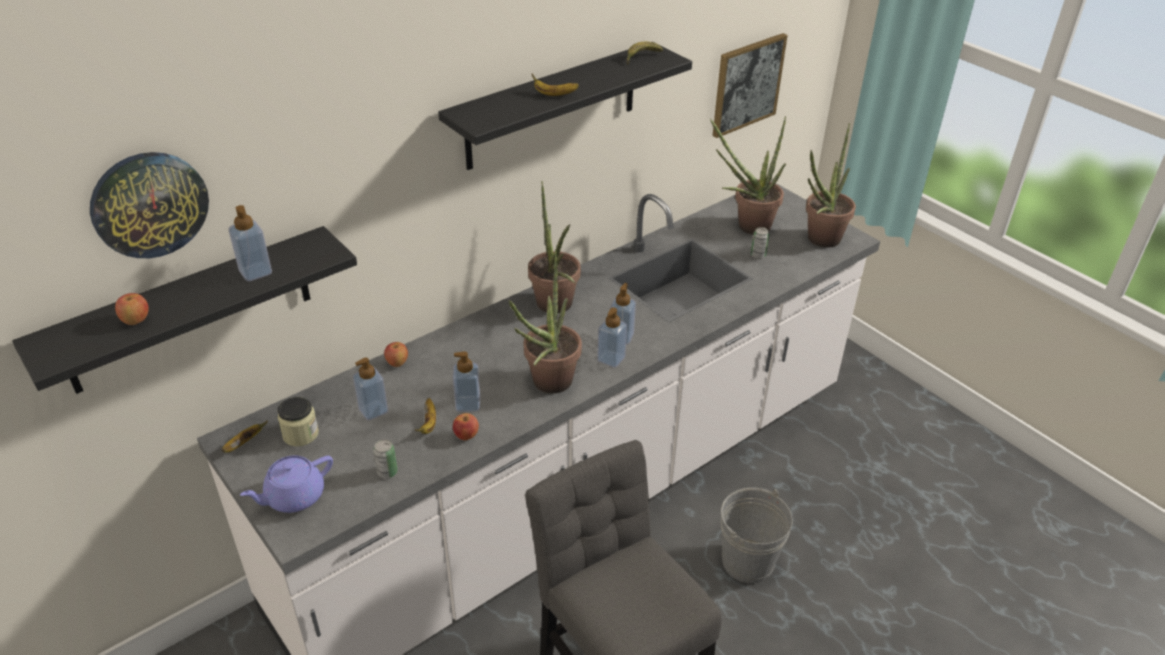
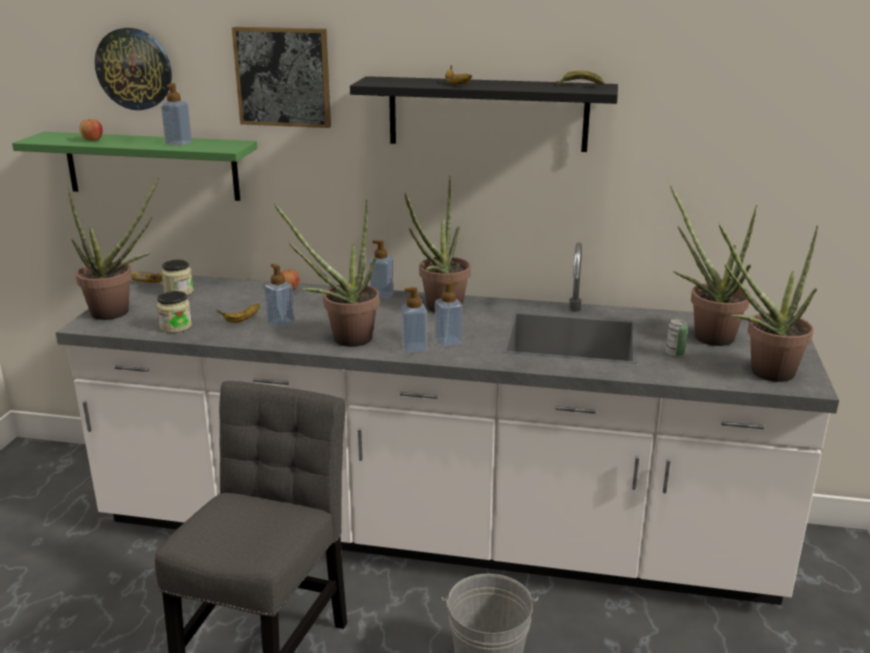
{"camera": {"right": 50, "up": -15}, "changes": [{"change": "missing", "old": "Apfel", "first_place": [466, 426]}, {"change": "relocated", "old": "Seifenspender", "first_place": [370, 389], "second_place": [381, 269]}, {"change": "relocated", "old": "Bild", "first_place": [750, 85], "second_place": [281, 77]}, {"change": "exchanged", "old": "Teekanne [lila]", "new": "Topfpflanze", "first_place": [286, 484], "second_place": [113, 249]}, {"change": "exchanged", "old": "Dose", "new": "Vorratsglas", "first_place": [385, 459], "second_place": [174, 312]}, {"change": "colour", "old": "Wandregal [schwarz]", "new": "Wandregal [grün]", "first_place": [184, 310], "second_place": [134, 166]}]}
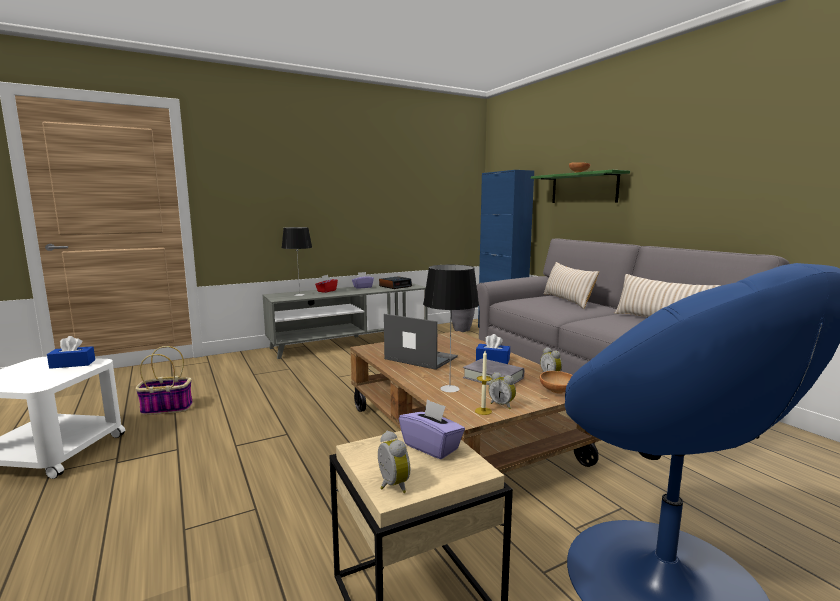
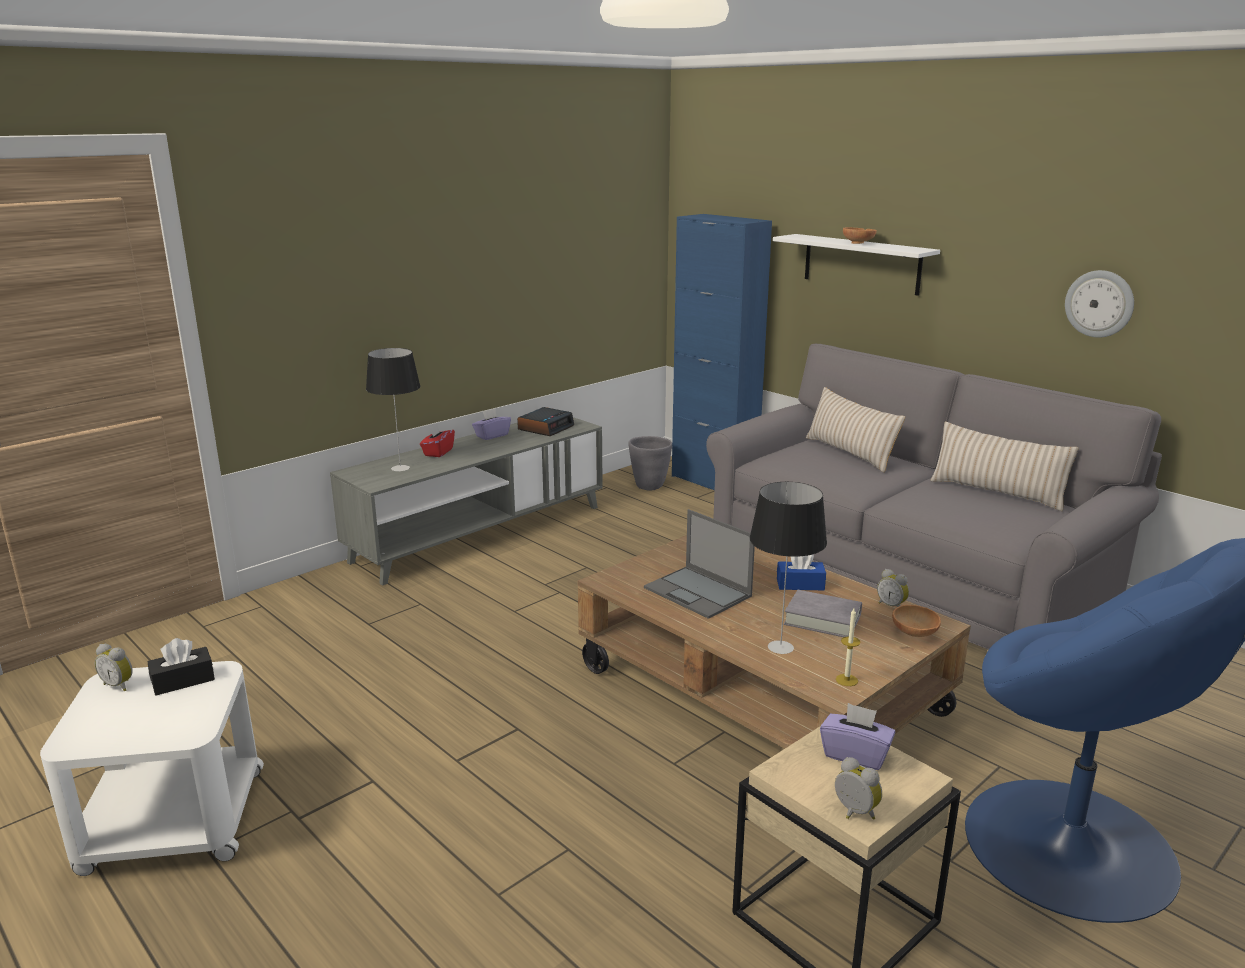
{"camera": {"right": -15, "up": 10}, "changes": [{"change": "missing", "old": "Korb", "first_place": [164, 380]}, {"change": "appeared", "new": "Wanduhr", "second_place": [1099, 304]}, {"change": "relocated", "old": "Wecker", "first_place": [502, 390], "second_place": [114, 667]}, {"change": "colour", "old": "Taschentuchbox [blau]", "new": "Taschentuchbox [schwarz]", "first_place": [71, 352], "second_place": [181, 666]}, {"change": "colour", "old": "Wandregal [grün]", "new": "Wandregal [weiß]", "first_place": [580, 186], "second_place": [856, 265]}, {"change": "spun", "old": "Laptop", "first_place": [421, 342], "second_place": [699, 564], "degrees": -150}]}
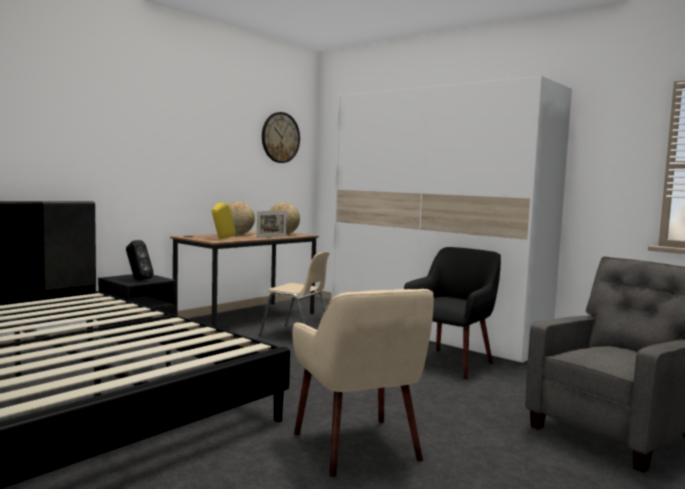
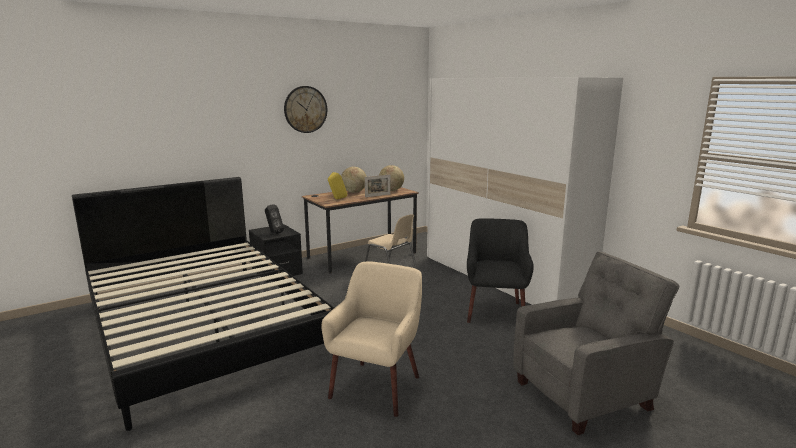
{"camera": {"right": 15, "up": 10}, "changes": [{"change": "relocated", "old": "Wanduhr", "first_place": [281, 137], "second_place": [305, 109]}, {"change": "spun", "old": "Sessel [beige]", "first_place": [363, 383], "second_place": [371, 339], "degrees": -150}, {"change": "spun", "old": "Sessel [schwarz]", "first_place": [452, 313], "second_place": [500, 270], "degrees": -45}]}
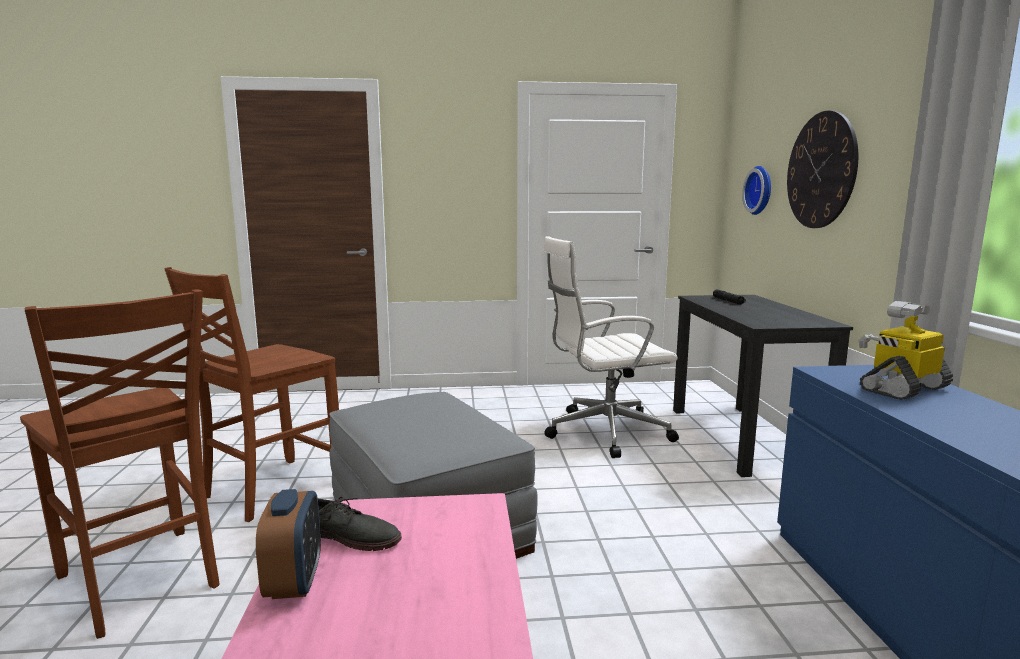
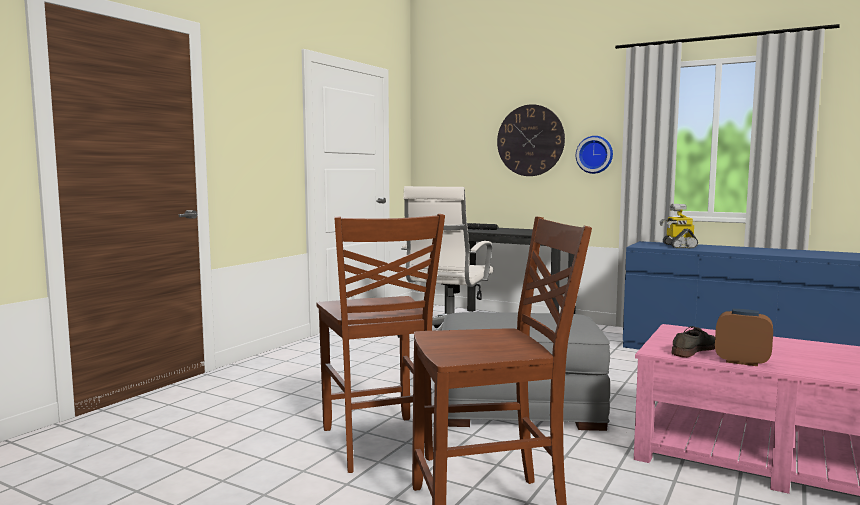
{"camera": {"right": -55, "up": -5}, "changes": [{"change": "relocated", "old": "Wanduhr", "first_place": [756, 190], "second_place": [594, 155]}]}
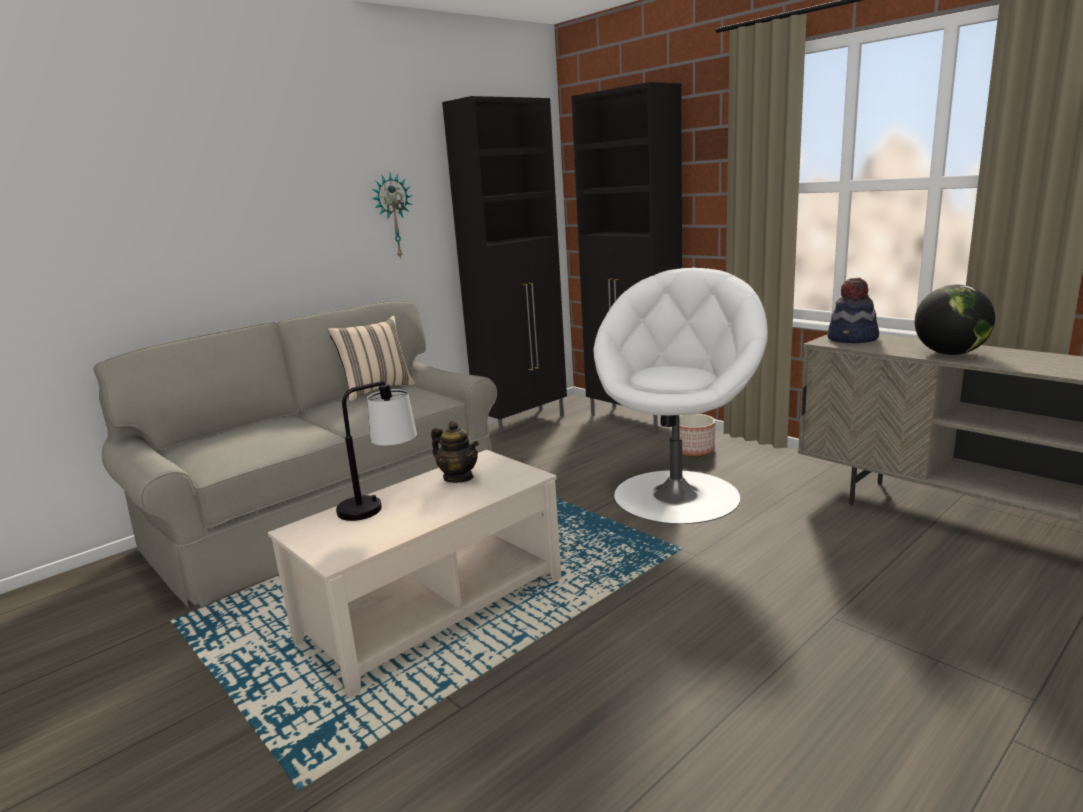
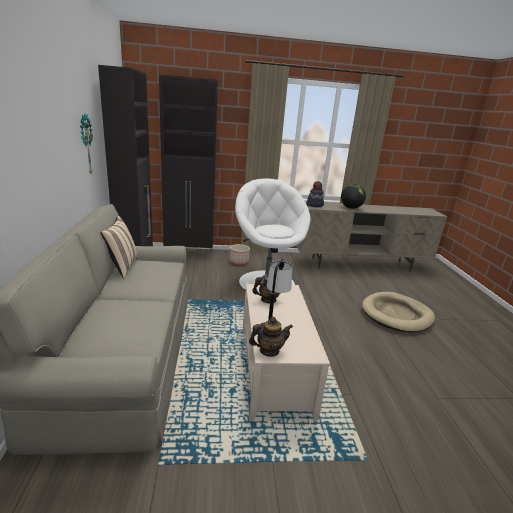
{"camera": {"right": -55, "up": 5}, "changes": [{"change": "appeared", "new": "Teekanne", "second_place": [271, 337]}, {"change": "appeared", "new": "Hundebett [beige]", "second_place": [398, 312]}]}
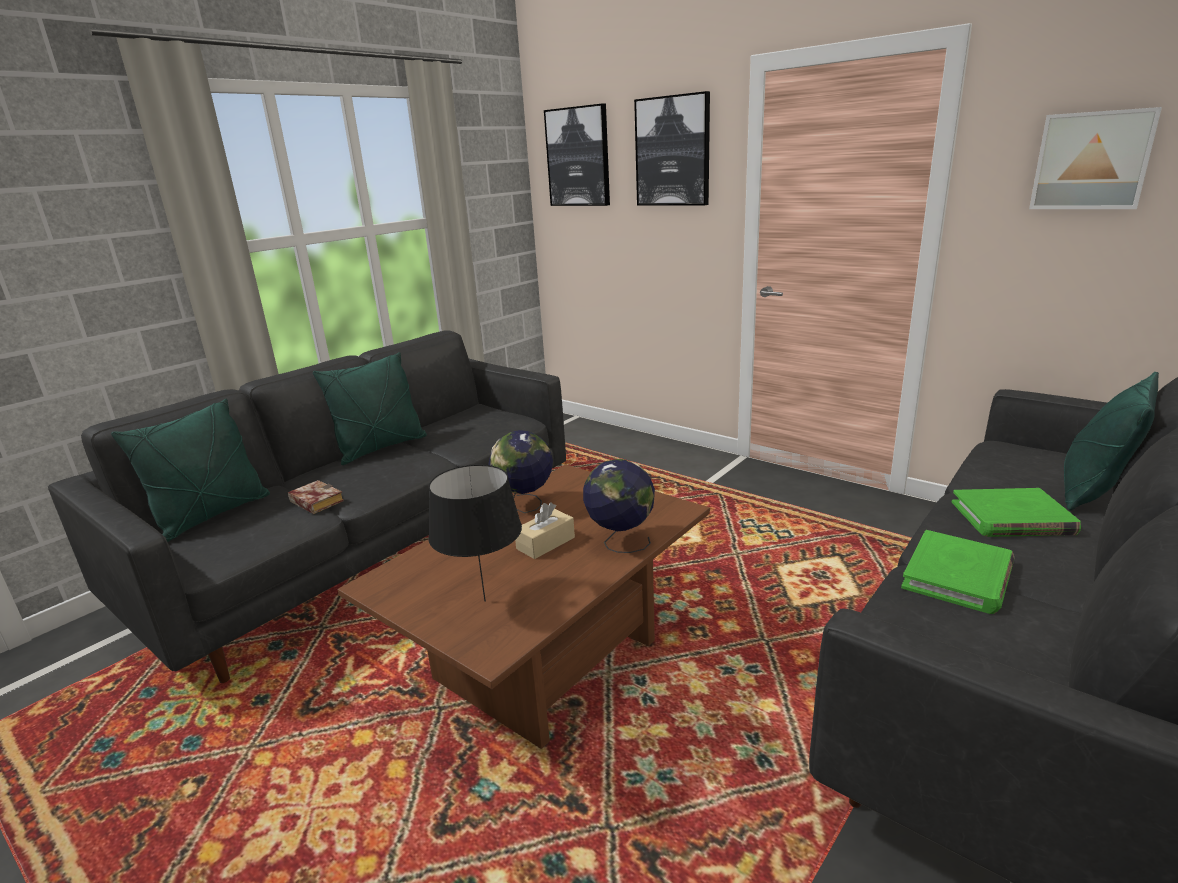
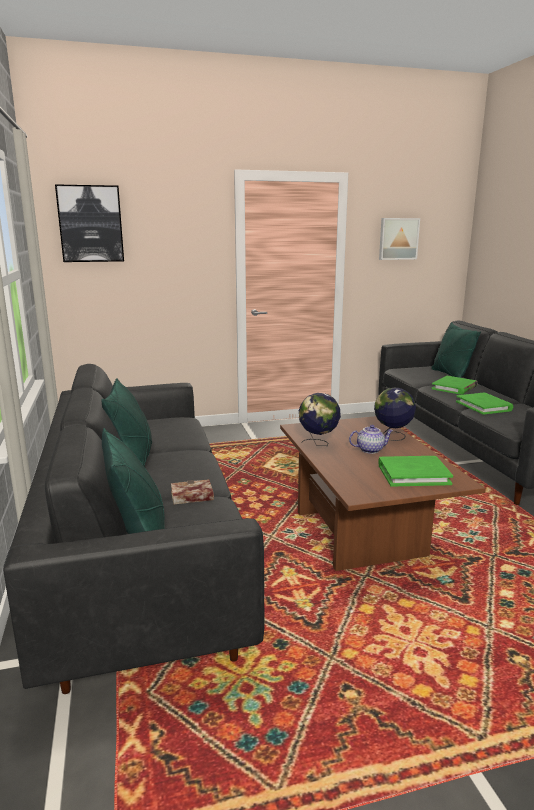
{"camera": {"right": -55, "up": -5}, "changes": [{"change": "missing", "old": "Bild", "first_place": [672, 148]}, {"change": "exchanged", "old": "Tischlampe [schwarz]", "new": "Buch [grün]", "first_place": [475, 533], "second_place": [415, 471]}, {"change": "exchanged", "old": "Taschentuchbox [beige]", "new": "Teekanne", "first_place": [545, 531], "second_place": [371, 439]}]}
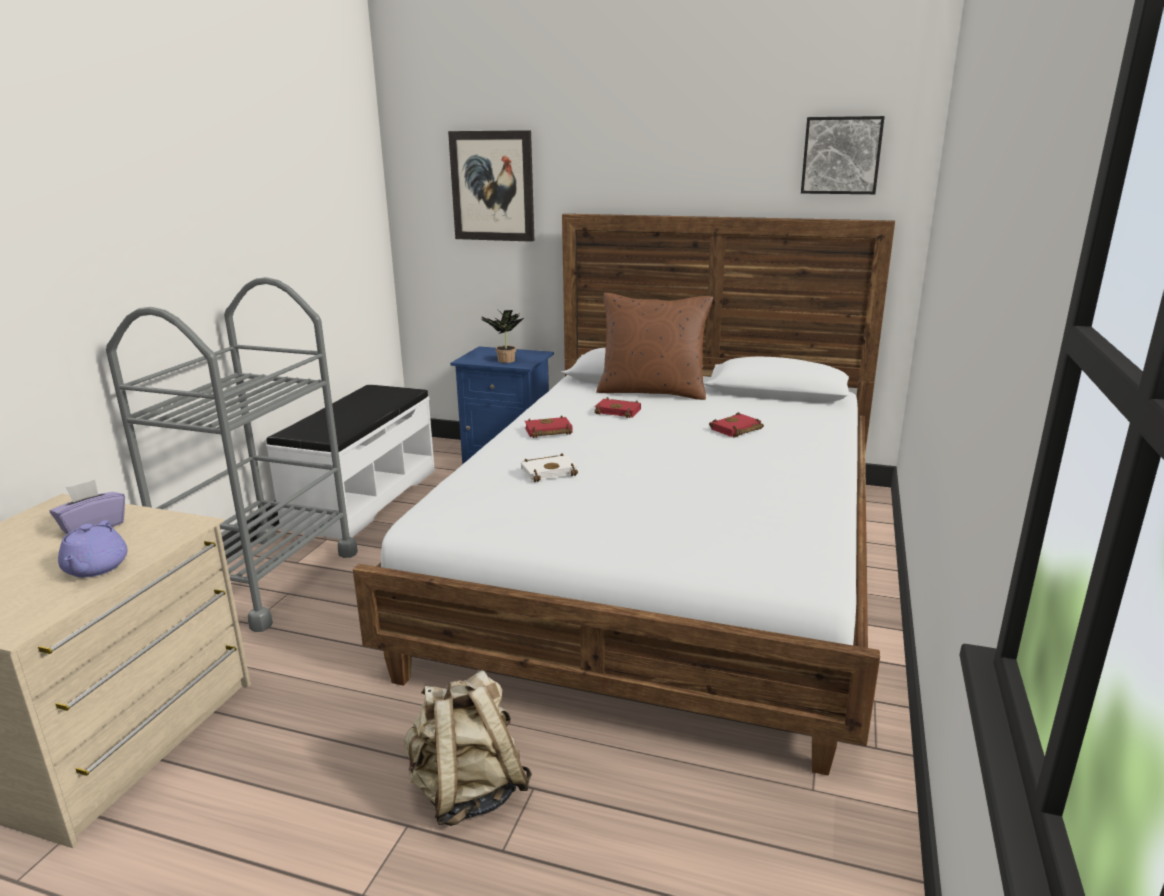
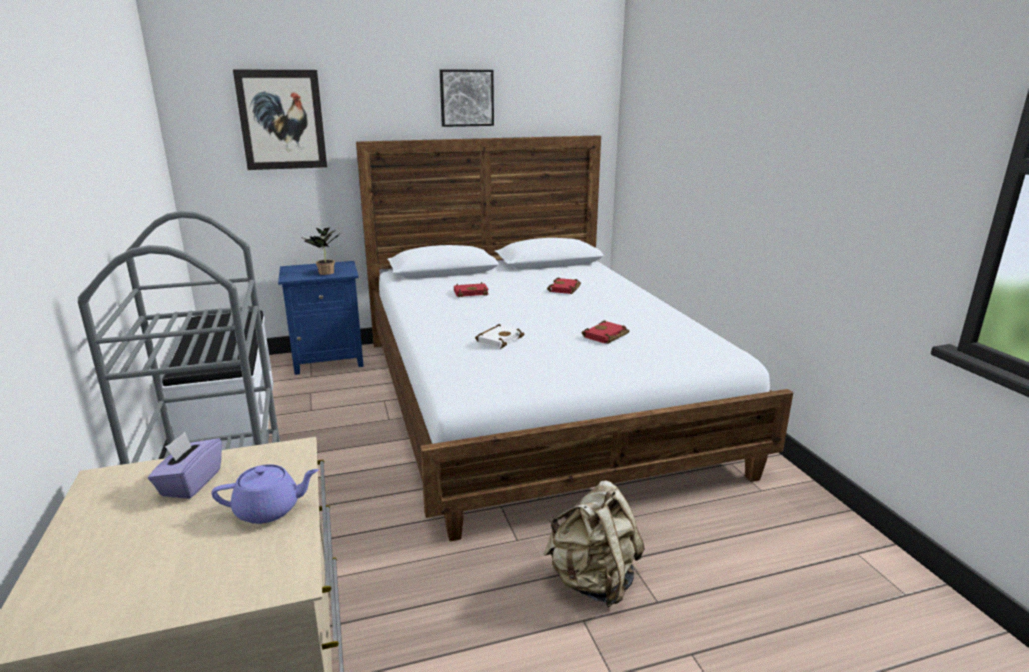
{"camera": {"right": -35, "up": 0}, "changes": [{"change": "missing", "old": "Kissen [braun]", "first_place": [654, 346]}, {"change": "relocated", "old": "Buch [rot]", "first_place": [548, 426], "second_place": [605, 332]}, {"change": "relocated", "old": "Bild", "first_place": [843, 155], "second_place": [467, 98]}, {"change": "spun", "old": "Teekanne [lila]", "first_place": [93, 548], "second_place": [265, 494], "degrees": -60}]}
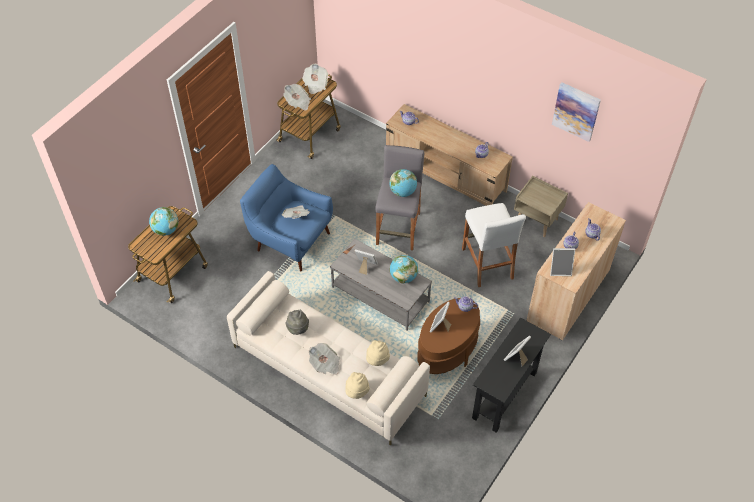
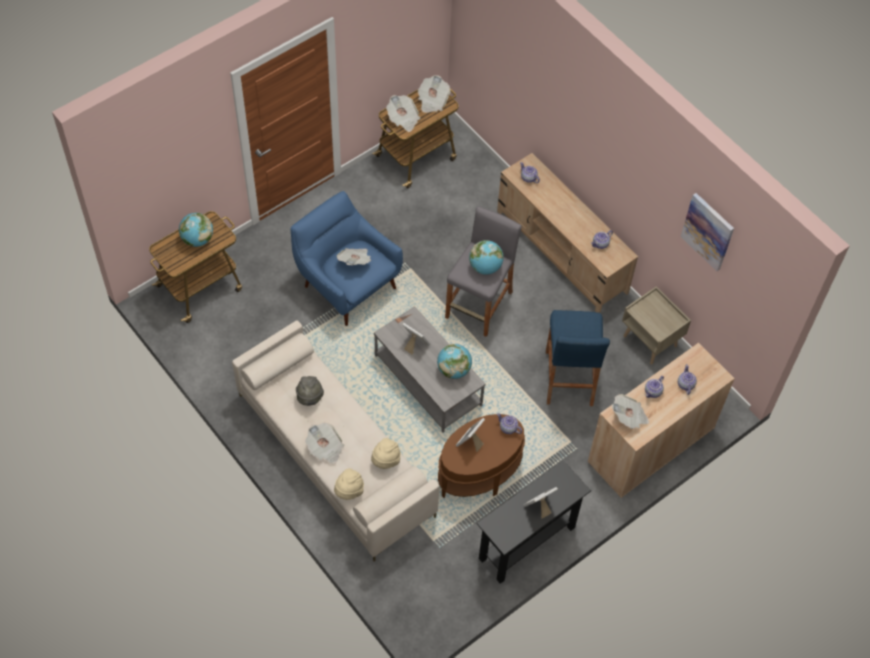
{"camera": {"right": 15, "up": 5}, "changes": [{"change": "exchanged", "old": "Bilderrahmen", "new": "Zeitung", "first_place": [562, 262], "second_place": [630, 411]}, {"change": "colour", "old": "Hocker [weiß]", "new": "Hocker [blau]", "first_place": [494, 245], "second_place": [578, 358]}]}
